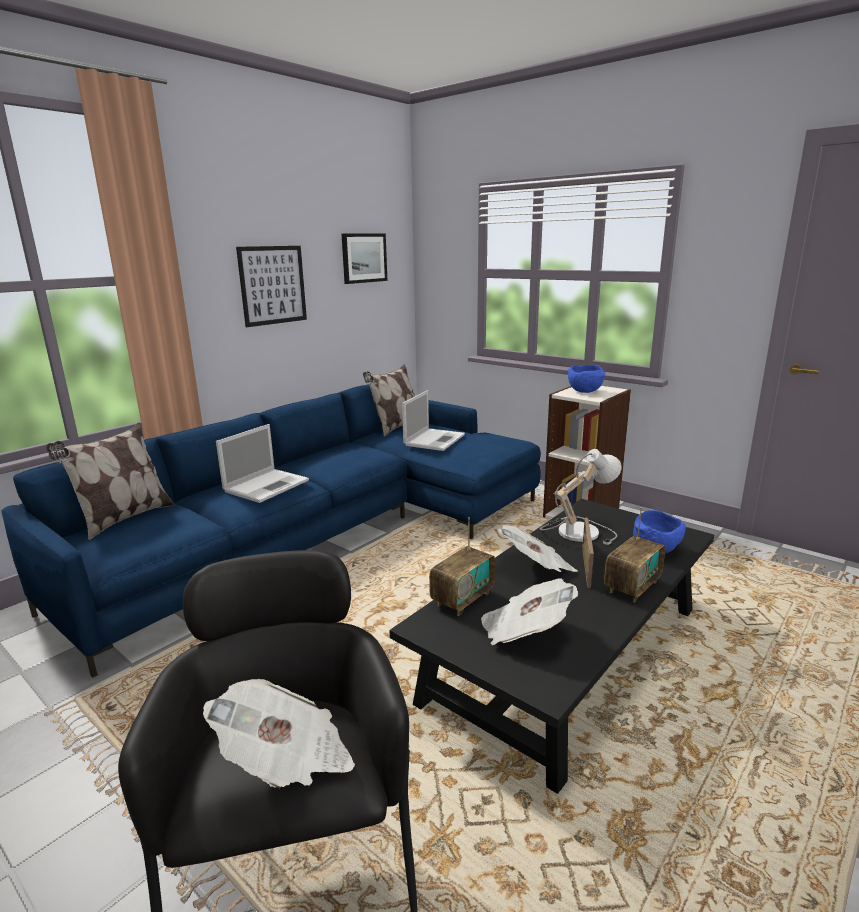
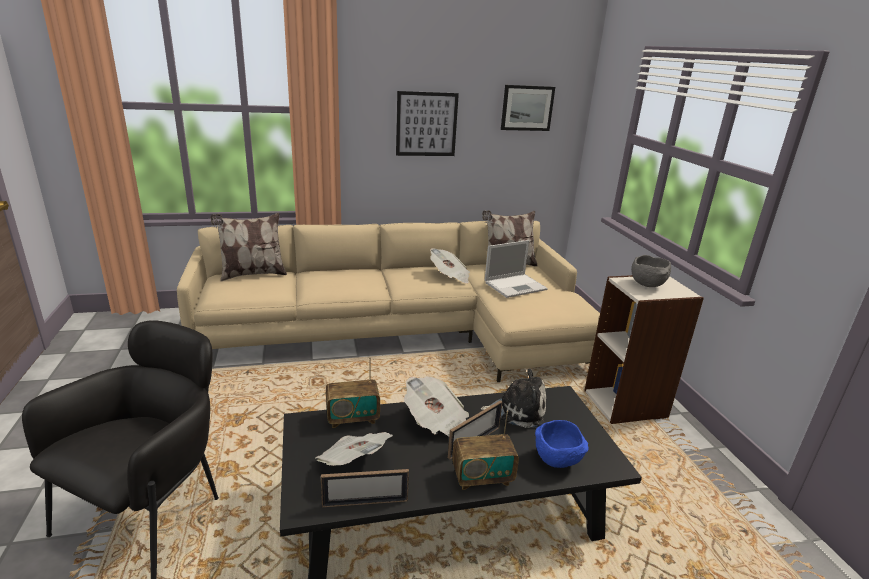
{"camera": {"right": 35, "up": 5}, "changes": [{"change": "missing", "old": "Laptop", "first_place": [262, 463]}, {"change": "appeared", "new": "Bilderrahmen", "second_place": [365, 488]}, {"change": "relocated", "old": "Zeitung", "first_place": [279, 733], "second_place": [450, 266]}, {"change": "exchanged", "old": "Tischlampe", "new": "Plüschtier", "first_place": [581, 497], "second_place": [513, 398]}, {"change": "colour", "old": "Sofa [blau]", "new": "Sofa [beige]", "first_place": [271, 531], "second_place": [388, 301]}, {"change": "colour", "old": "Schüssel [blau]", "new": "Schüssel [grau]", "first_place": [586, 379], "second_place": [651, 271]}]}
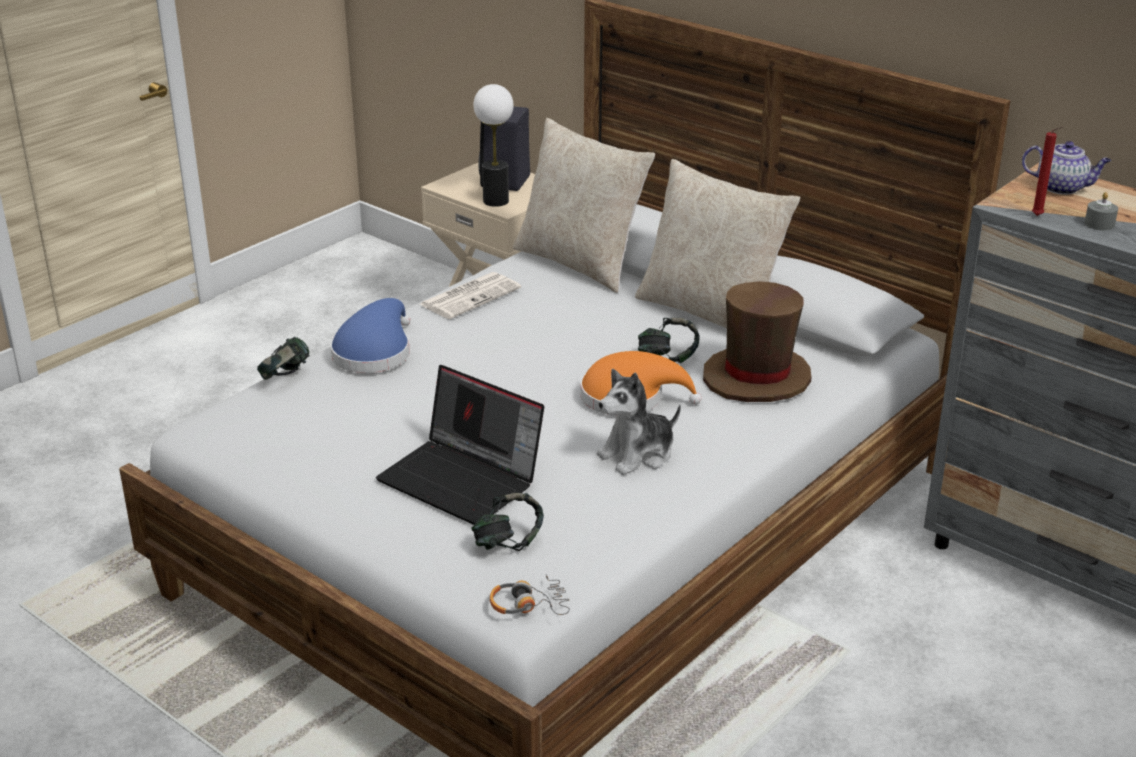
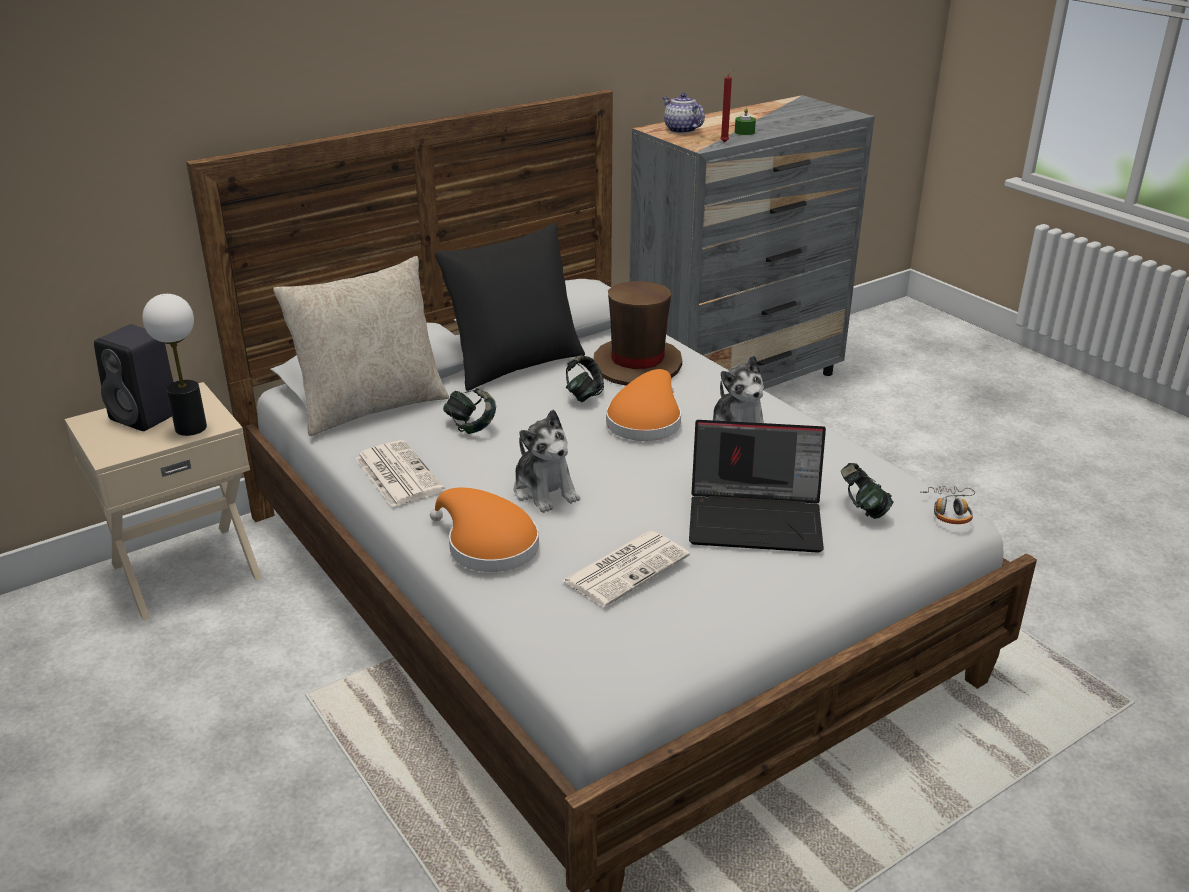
{"camera": {"right": -75, "up": 0}, "changes": [{"change": "appeared", "new": "Plüschtier", "second_place": [547, 461]}, {"change": "appeared", "new": "Zeitung", "second_place": [626, 569]}, {"change": "relocated", "old": "Kopfhörer", "first_place": [283, 358], "second_place": [469, 411]}, {"change": "colour", "old": "Hut [blau]", "new": "Hut [orange]", "first_place": [370, 335], "second_place": [484, 529]}, {"change": "colour", "old": "Kissen [beige]", "new": "Kissen [schwarz]", "first_place": [717, 243], "second_place": [510, 306]}, {"change": "colour", "old": "Kerze [grau]", "new": "Kerze [grün]", "first_place": [1101, 211], "second_place": [745, 121]}, {"change": "spun", "old": "Laptop", "first_place": [460, 445], "second_place": [757, 486], "degrees": 45}, {"change": "spun", "old": "Teekanne", "first_place": [1066, 168], "second_place": [683, 113], "degrees": -75}]}
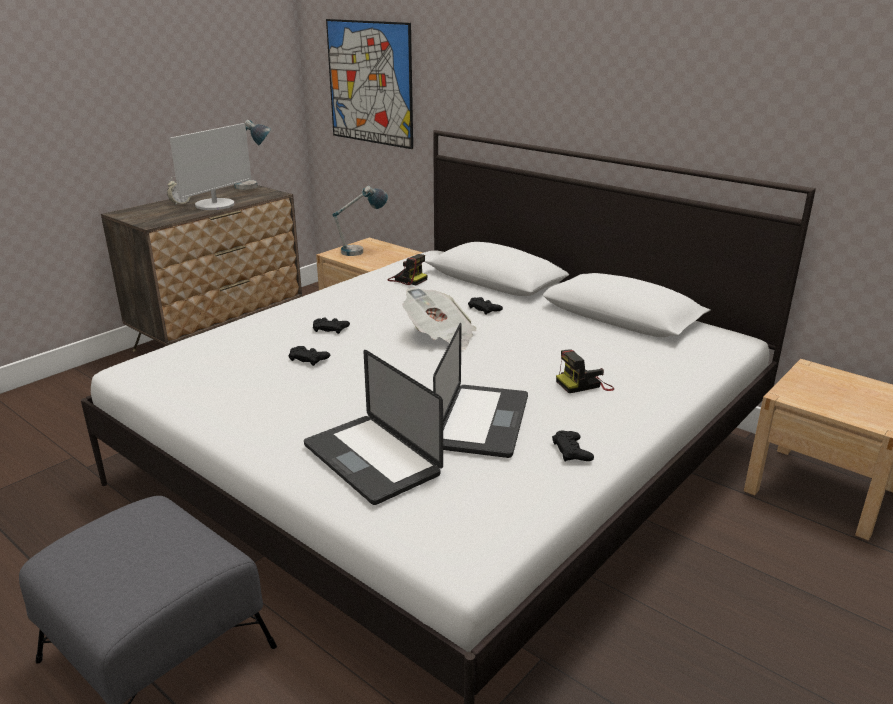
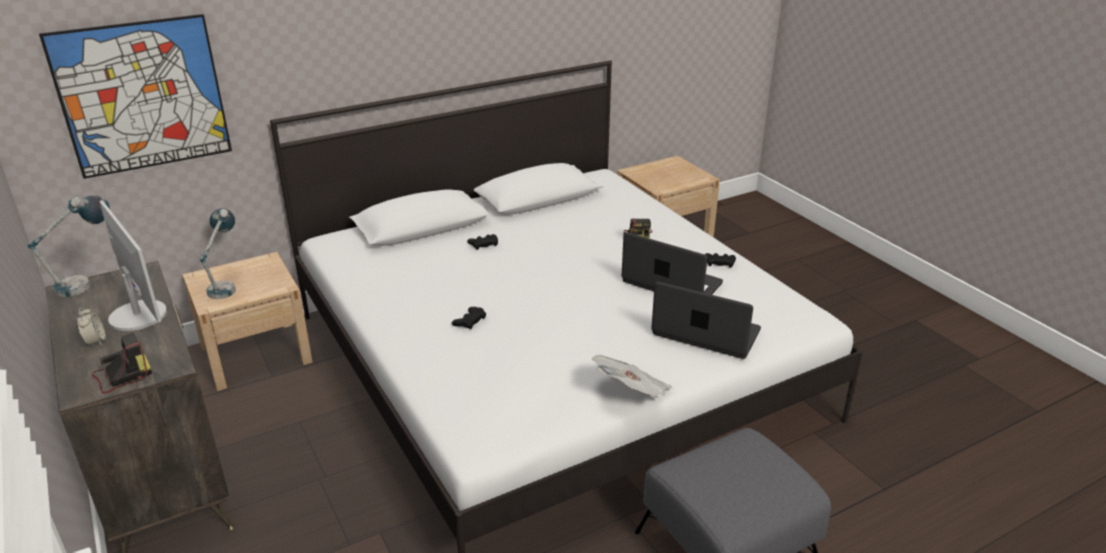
{"camera": {"right": -70, "up": 5}, "changes": [{"change": "missing", "old": "Gamepad [schwarz]", "first_place": [309, 356]}, {"change": "relocated", "old": "Kamera", "first_place": [408, 270], "second_place": [122, 363]}, {"change": "relocated", "old": "Zeitung", "first_place": [440, 318], "second_place": [632, 376]}, {"change": "spun", "old": "Laptop", "first_place": [373, 427], "second_place": [706, 320], "degrees": -135}]}
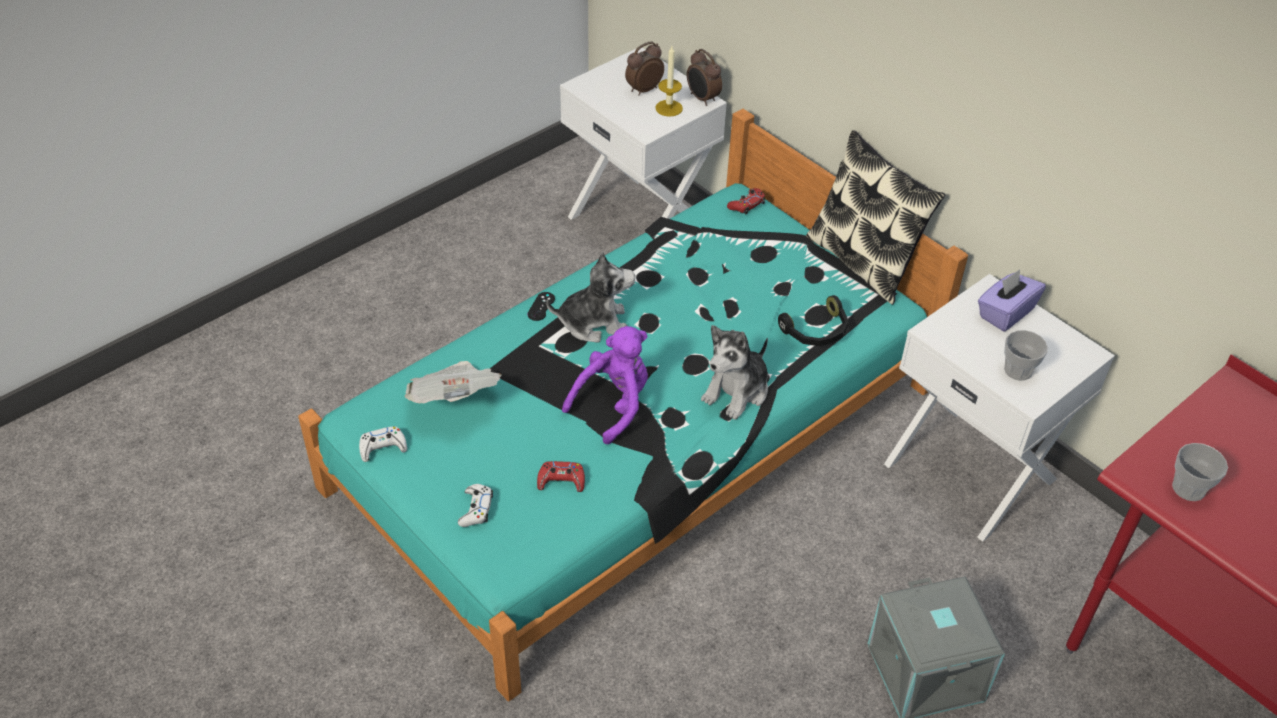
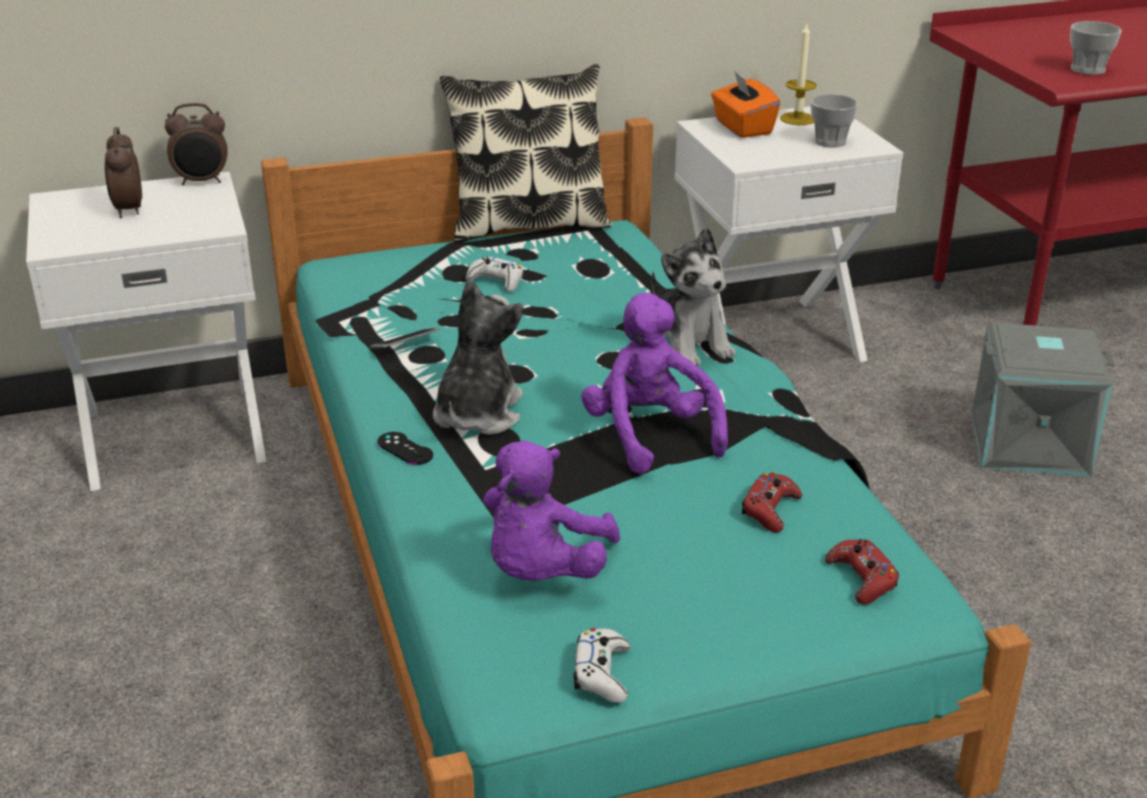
{"camera": {"right": -65, "up": -15}, "changes": [{"change": "missing", "old": "Kopfhörer [schwarz]", "first_place": [813, 320]}, {"change": "appeared", "new": "Handy", "second_place": [405, 338]}, {"change": "relocated", "old": "Gamepad [weiß]", "first_place": [475, 505], "second_place": [494, 274]}, {"change": "relocated", "old": "Kerze", "first_place": [669, 81], "second_place": [798, 74]}, {"change": "relocated", "old": "Gamepad [rot]", "first_place": [746, 201], "second_place": [862, 571]}, {"change": "exchanged", "old": "Zeitung", "new": "Plüschtier [lila]", "first_place": [453, 382], "second_place": [551, 510]}, {"change": "colour", "old": "Taschentuchbox [lila]", "new": "Taschentuchbox [orange]", "first_place": [1012, 300], "second_place": [746, 104]}]}
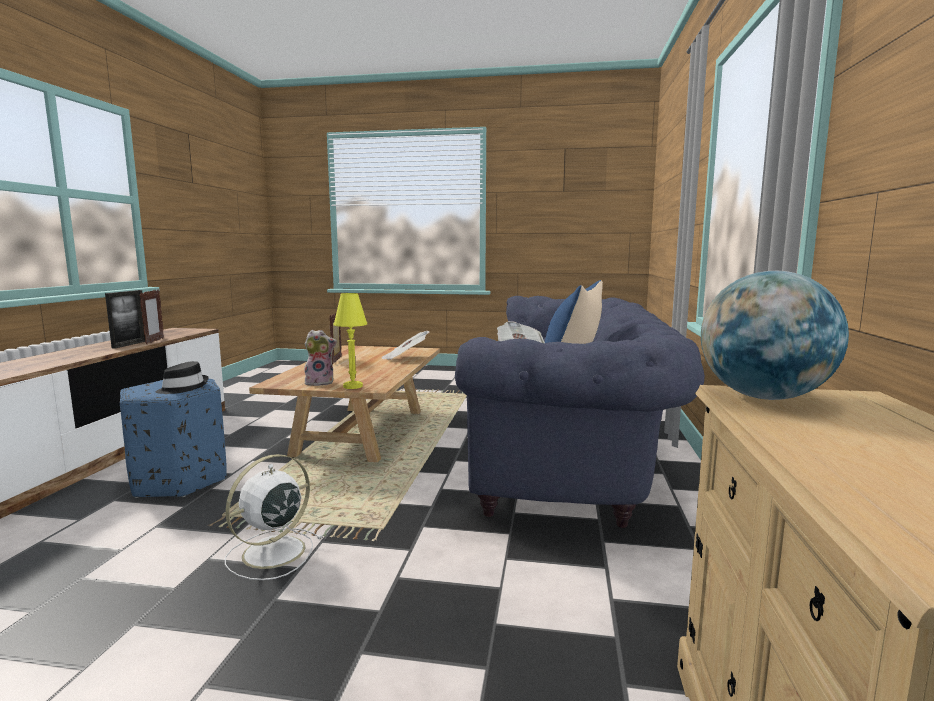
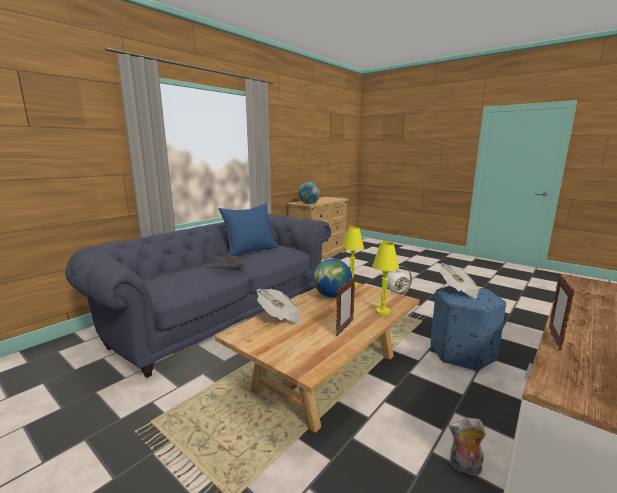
{"camera": {"right": -150, "up": 5}, "changes": [{"change": "missing", "old": "Bilderrahmen", "first_place": [125, 319]}, {"change": "appeared", "new": "Globus", "second_place": [332, 278]}, {"change": "appeared", "new": "Tischlampe [gelb]", "second_place": [385, 278]}, {"change": "relocated", "old": "Plüschtier", "first_place": [320, 358], "second_place": [467, 446]}, {"change": "exchanged", "old": "Hut [schwarz]", "new": "Zeitung", "first_place": [182, 377], "second_place": [460, 281]}]}
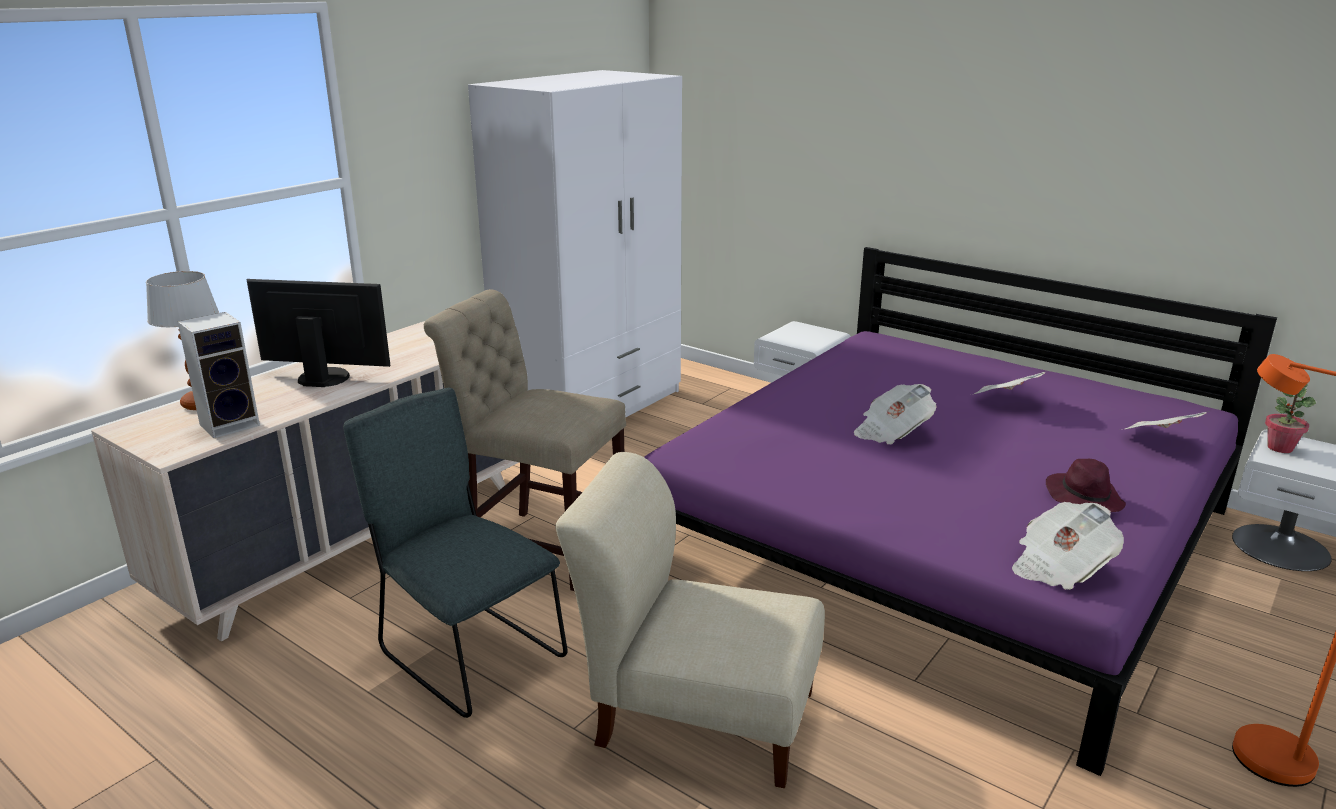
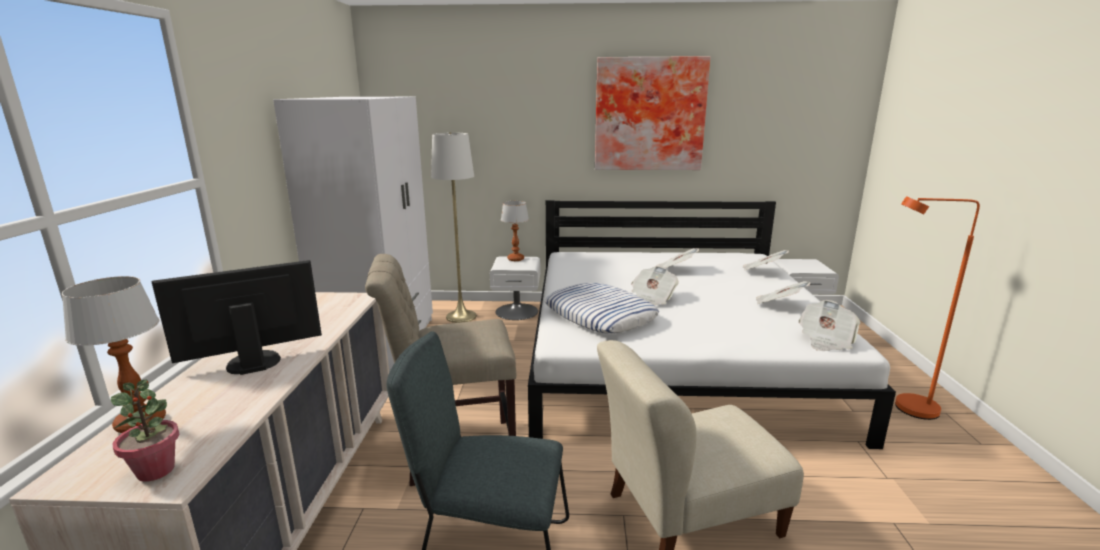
{"camera": {"right": -35, "up": -5}, "changes": [{"change": "missing", "old": "Lautsprecher", "first_place": [219, 375]}, {"change": "appeared", "new": "Stehlampe [weiß]", "second_place": [454, 227]}, {"change": "appeared", "new": "Tischlampe", "second_place": [515, 231]}, {"change": "appeared", "new": "Kissen", "second_place": [602, 308]}, {"change": "appeared", "new": "Bild", "second_place": [652, 113]}, {"change": "relocated", "old": "Topfpflanze", "first_place": [1290, 418], "second_place": [145, 430]}, {"change": "exchanged", "old": "Hut [lila]", "new": "Zeitung", "first_place": [1086, 485], "second_place": [783, 292]}, {"change": "colour", "old": "Bett [lila]", "new": "Bett [weiß]", "first_place": [960, 511], "second_place": [712, 324]}]}
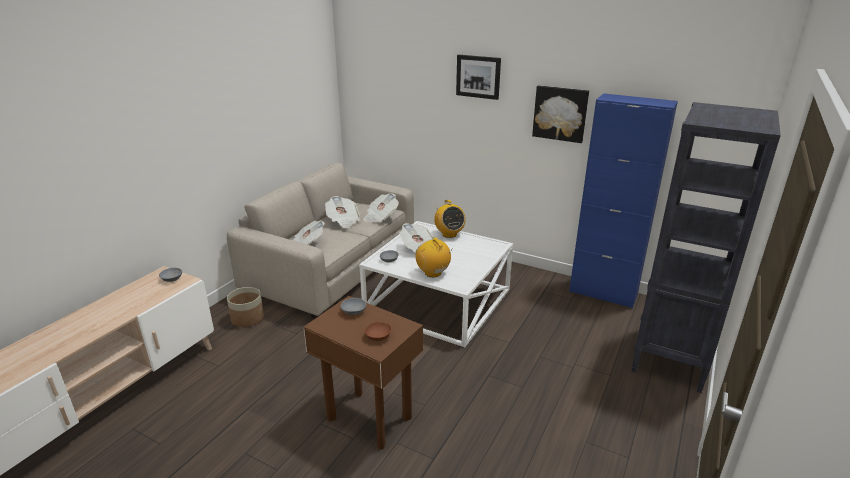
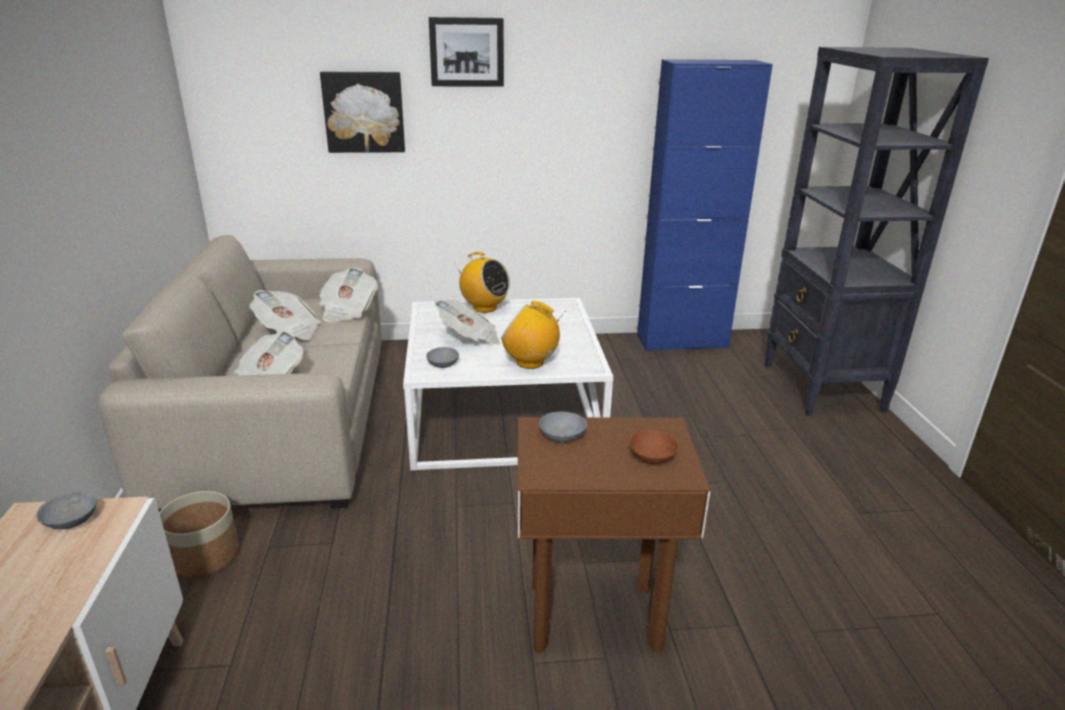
{"camera": {"right": -35, "up": 0}, "changes": [{"change": "relocated", "old": "Bild", "first_place": [560, 114], "second_place": [362, 112]}]}
